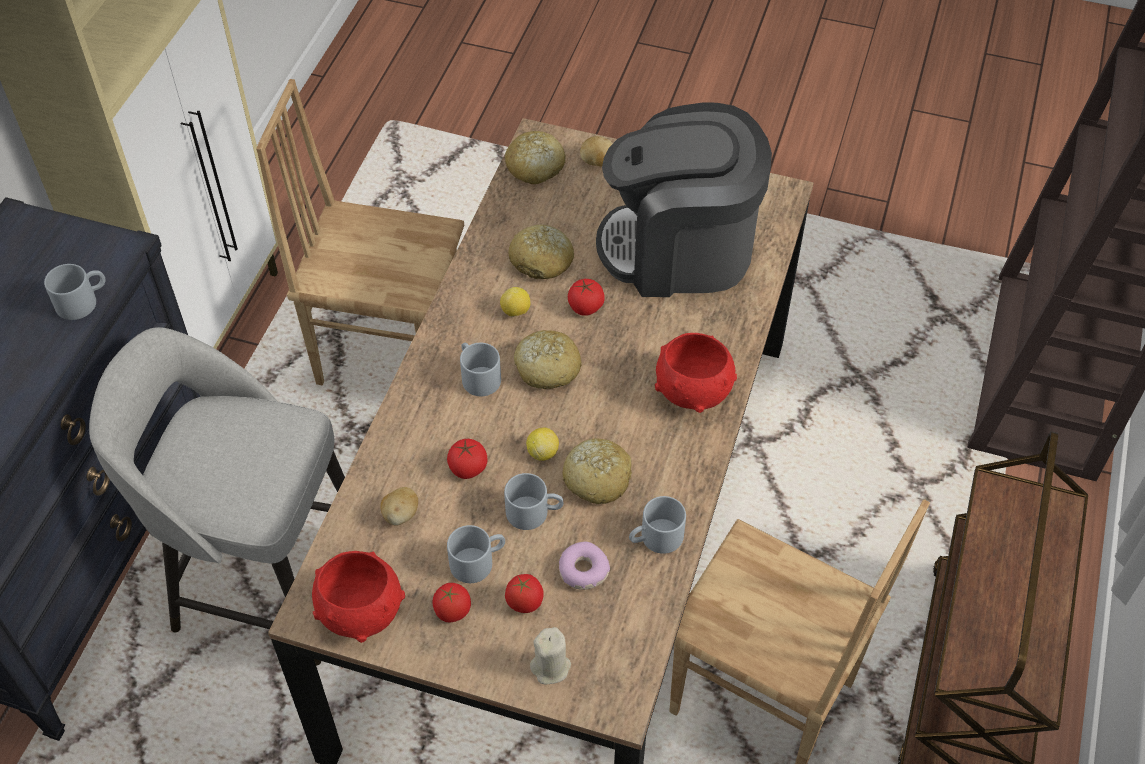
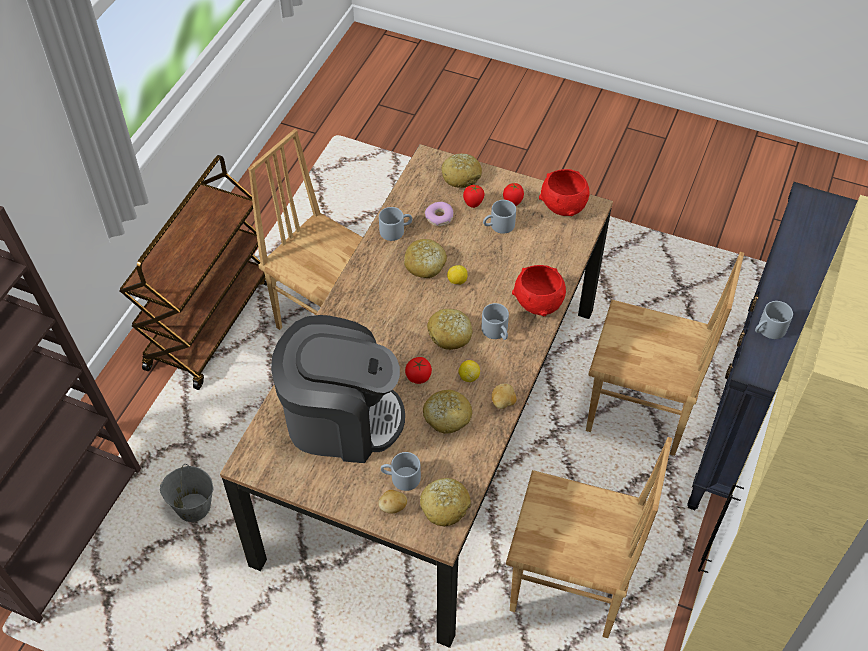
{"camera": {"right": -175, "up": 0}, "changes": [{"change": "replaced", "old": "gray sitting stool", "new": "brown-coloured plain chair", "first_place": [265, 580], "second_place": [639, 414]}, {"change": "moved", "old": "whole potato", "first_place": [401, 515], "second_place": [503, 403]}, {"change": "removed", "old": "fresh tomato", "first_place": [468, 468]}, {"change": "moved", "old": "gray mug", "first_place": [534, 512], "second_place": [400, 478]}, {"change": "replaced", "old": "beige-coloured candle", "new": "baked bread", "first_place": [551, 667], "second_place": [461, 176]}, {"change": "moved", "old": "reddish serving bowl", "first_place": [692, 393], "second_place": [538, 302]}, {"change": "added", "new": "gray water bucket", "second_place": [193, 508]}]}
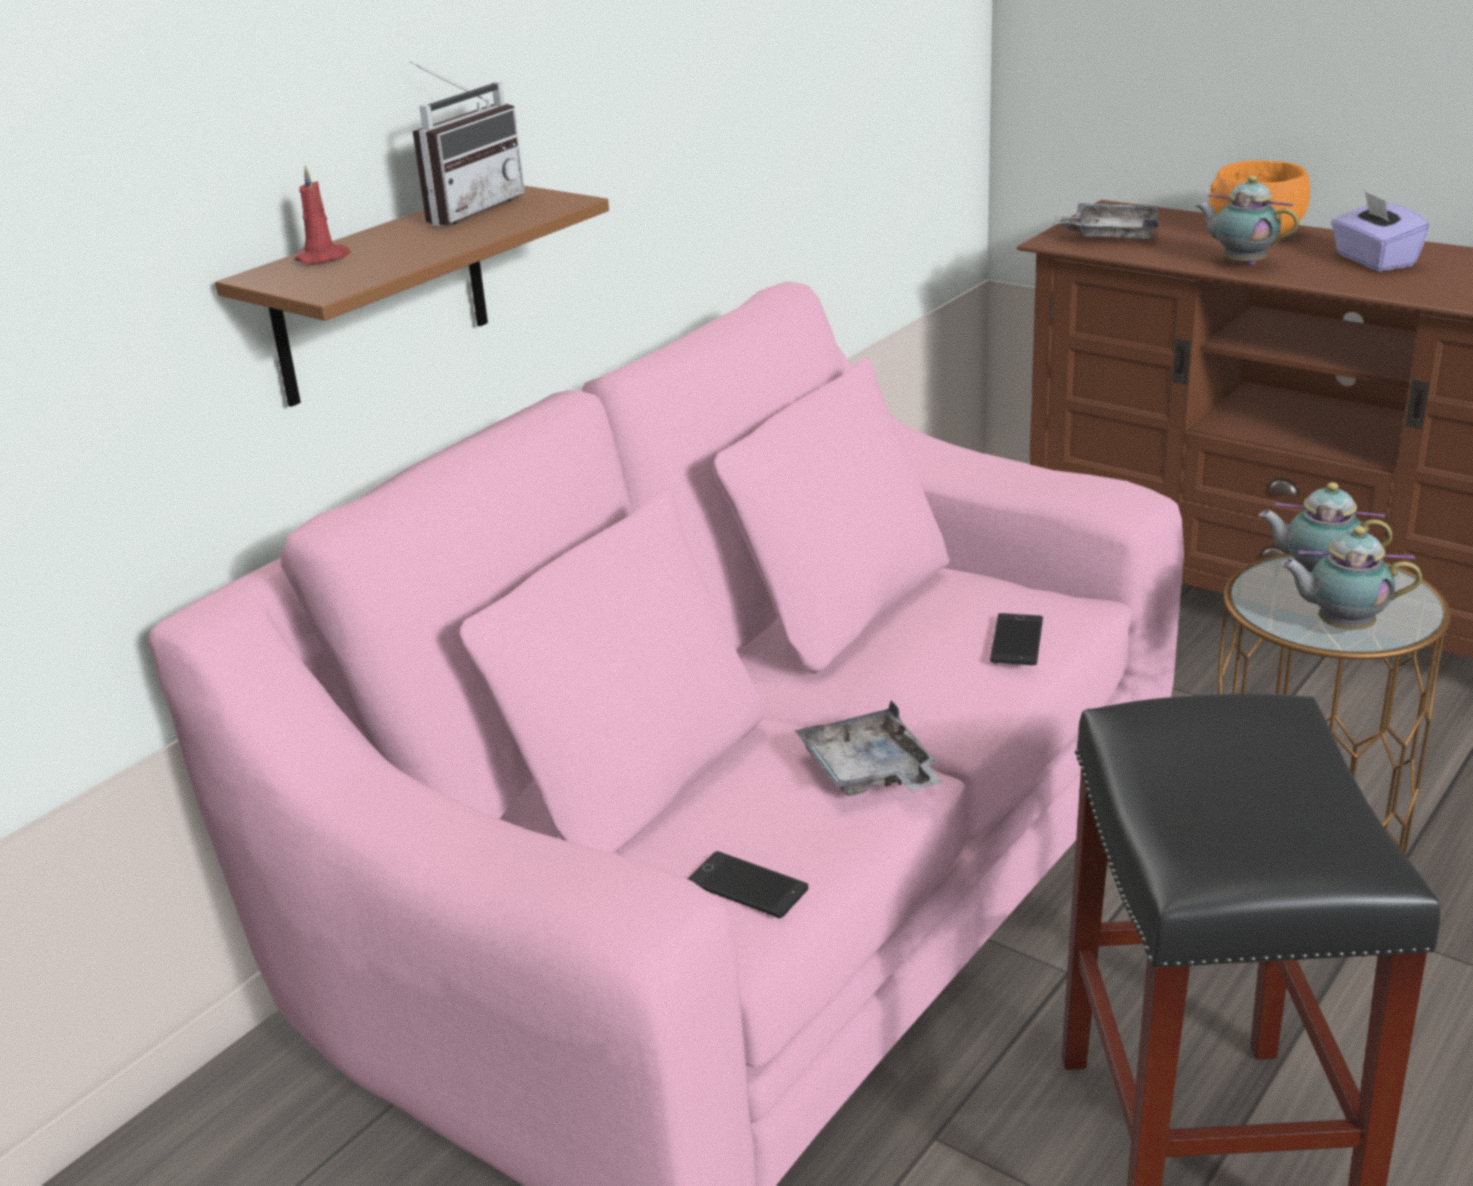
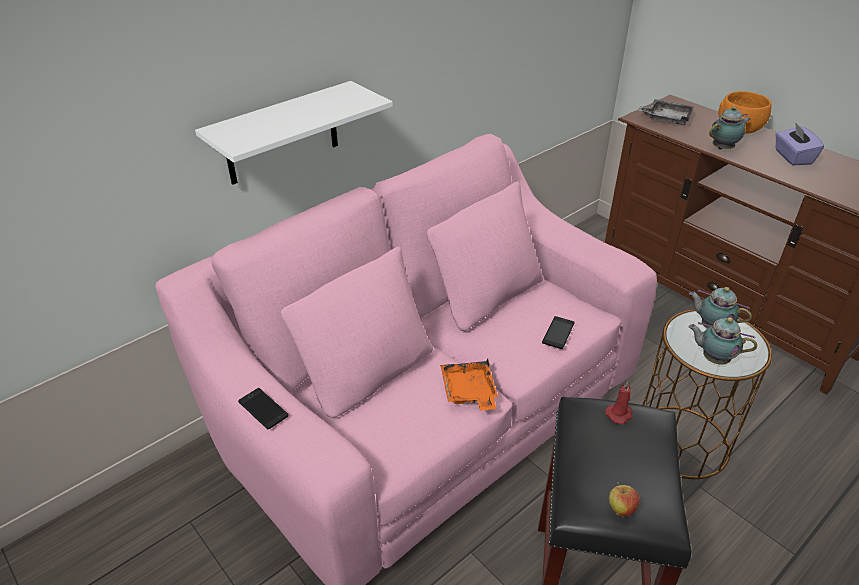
{"camera": {"right": 10, "up": 10}, "changes": [{"change": "recoloured", "old": "brown-coloured wall shelf", "new": "whitish wall shelf", "first_place": [381, 296], "second_place": [282, 134]}, {"change": "moved", "old": "reddish candle", "first_place": [324, 258], "second_place": [620, 414]}, {"change": "removed", "old": "radio set", "first_place": [466, 209]}, {"change": "moved", "old": "handset", "first_place": [747, 886], "second_place": [263, 409]}, {"change": "recoloured", "old": "gray serving tray", "new": "orange serving tray", "first_place": [869, 773], "second_place": [469, 392]}, {"change": "turned", "old": "teapot", "first_place": [1240, 263], "second_place": [724, 148], "degrees": 105}, {"change": "added", "new": "apple", "second_place": [620, 509]}]}
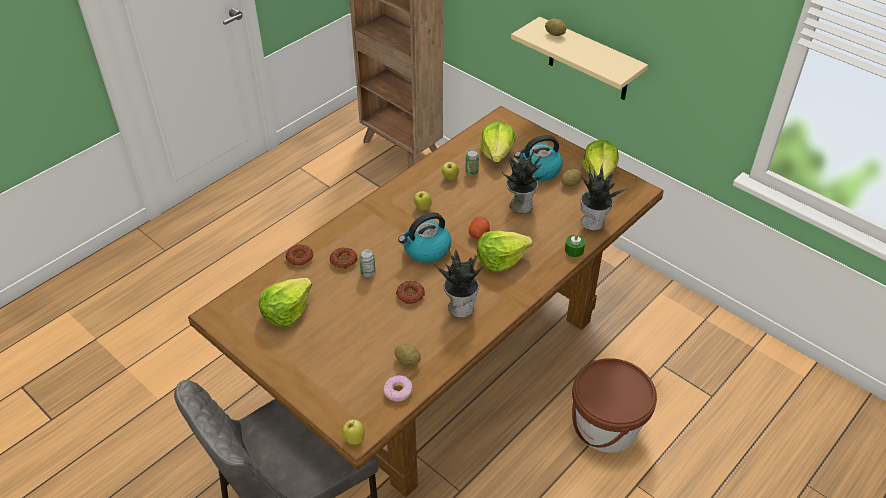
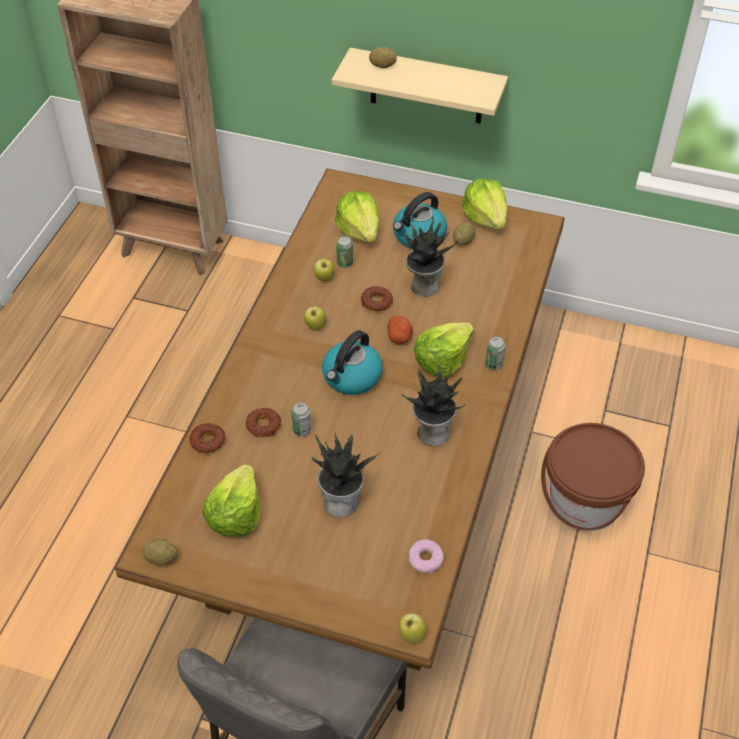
{"camera": {"right": -25, "up": 5}, "changes": [{"change": "moved", "old": "whole potato", "first_place": [407, 360], "second_place": [161, 558]}, {"change": "moved", "old": "donut", "first_place": [410, 295], "second_place": [376, 302]}, {"change": "removed", "old": "greenish candle", "first_place": [574, 250]}, {"change": "moved", "old": "potted plant", "first_place": [593, 222], "second_place": [341, 501]}, {"change": "added", "new": "metal can", "second_place": [493, 364]}]}
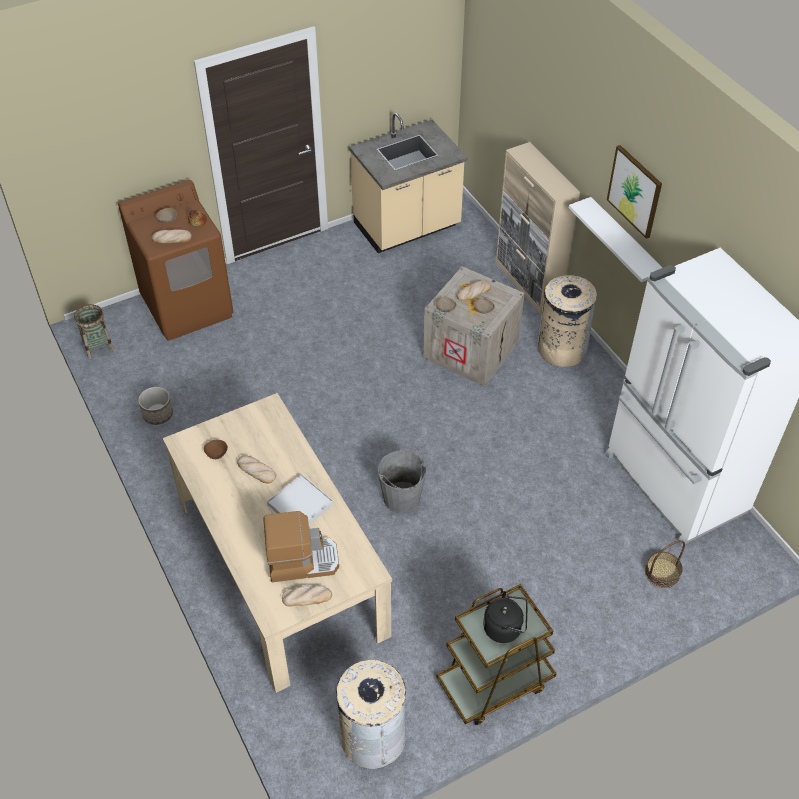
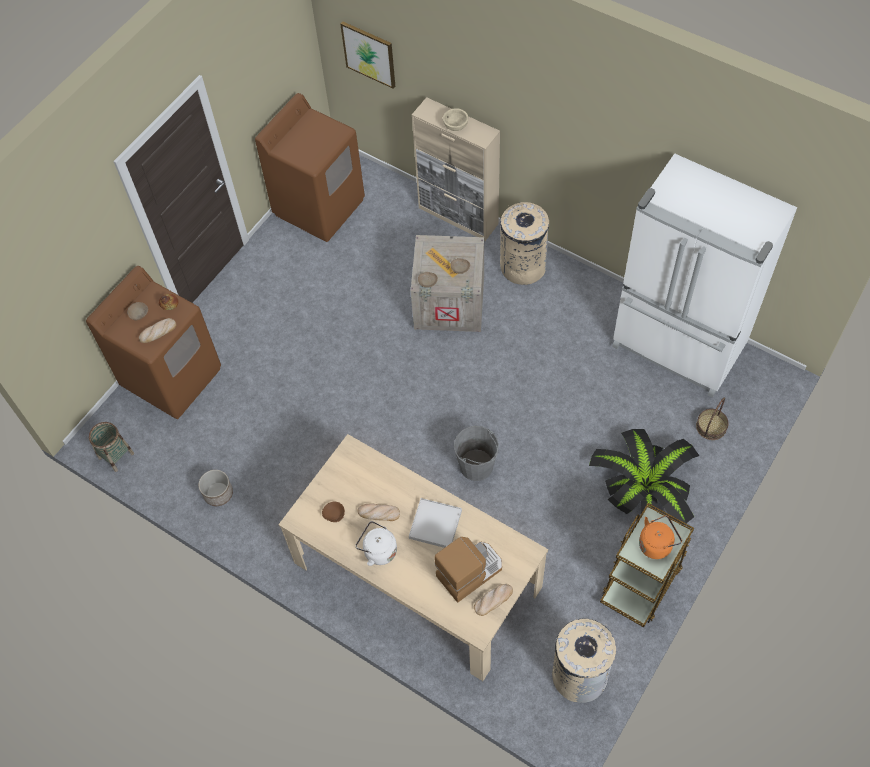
{"camera": {"right": -25, "up": 10}, "changes": [{"change": "replaced", "old": "beige-coloured kitchen base unit", "new": "brown-coloured washing machine", "first_place": [407, 227], "second_place": [319, 206]}, {"change": "removed", "old": "baked bread", "first_place": [473, 292]}, {"change": "recoloured", "old": "black-coloured tea kettle", "new": "orange tea kettle", "first_place": [505, 628], "second_place": [656, 544]}, {"change": "removed", "old": "whitish wall shelf", "first_place": [624, 243]}, {"change": "moved", "old": "wall art", "first_place": [635, 191], "second_place": [369, 54]}, {"change": "added", "new": "whitish tea kettle", "second_place": [378, 551]}, {"change": "added", "new": "beige-coloured serving bowl", "second_place": [455, 125]}, {"change": "added", "new": "potted plant", "second_place": [645, 483]}]}
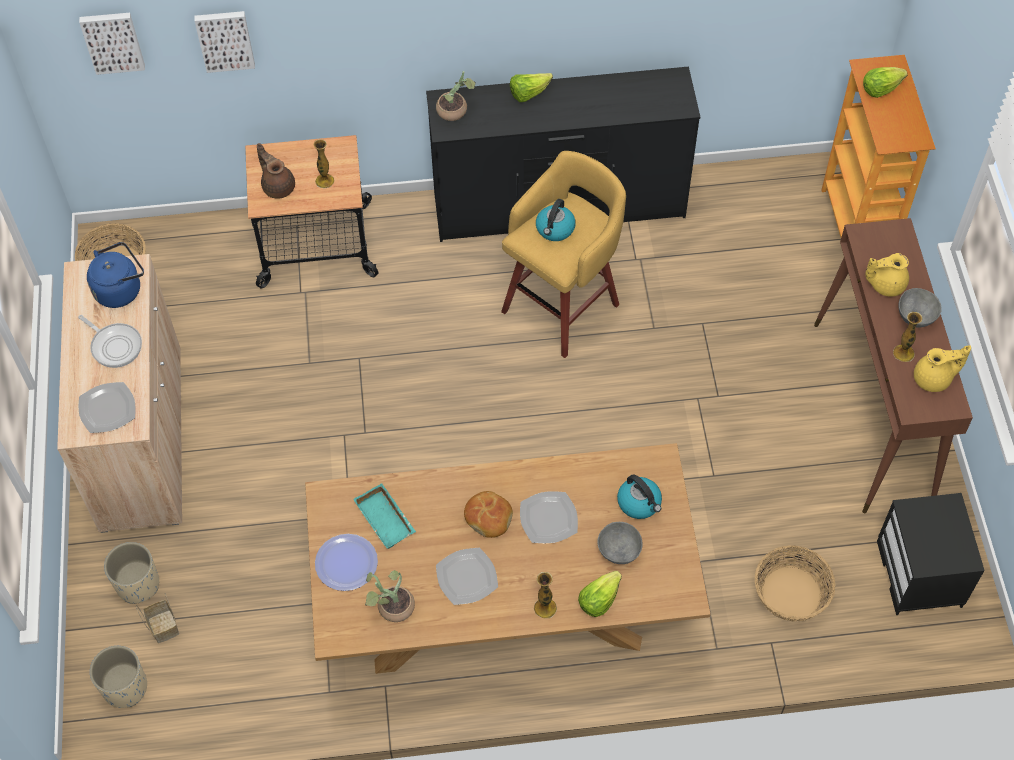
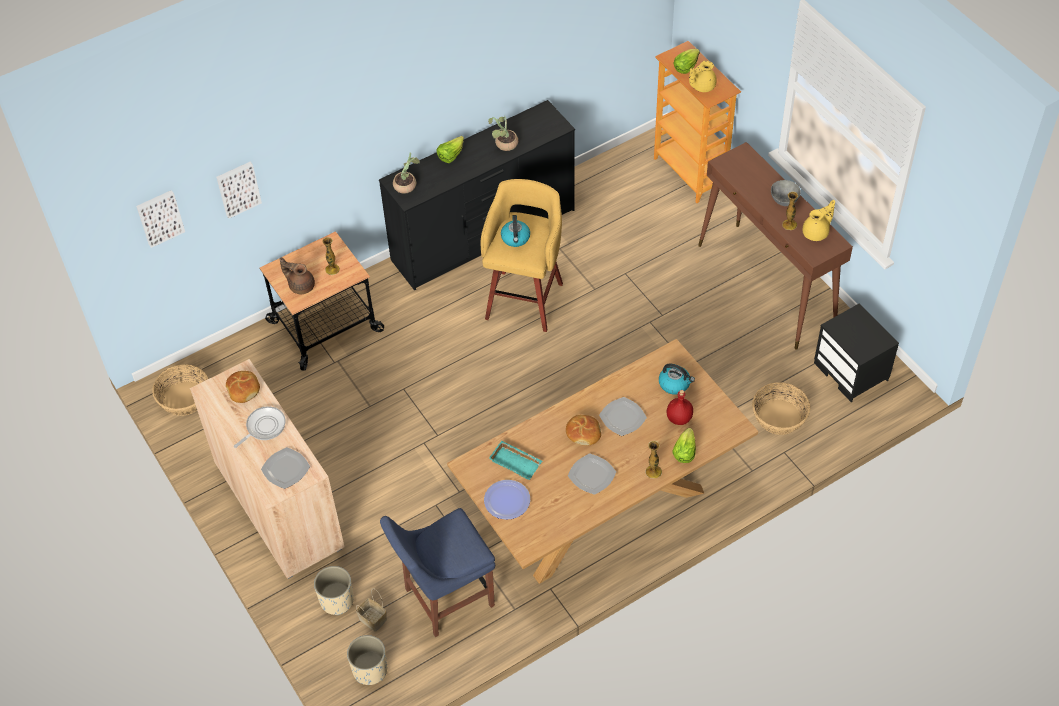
{"camera": {"right": -25, "up": -5}, "changes": [{"change": "turned", "old": "skillet", "first_place": [115, 346], "second_place": [264, 427], "degrees": -60}, {"change": "replaced", "old": "blue-coloured tea kettle", "new": "baked bread", "first_place": [120, 289], "second_place": [244, 389]}, {"change": "moved", "old": "potted plant", "first_place": [391, 607], "second_place": [504, 145]}, {"change": "replaced", "old": "gray serving bowl", "new": "reddish drink bottle", "first_place": [619, 552], "second_place": [679, 418]}, {"change": "moved", "old": "yellow-coloured teapot", "first_place": [885, 284], "second_place": [701, 86]}, {"change": "added", "new": "blue-coloured plain chair", "second_place": [445, 599]}]}
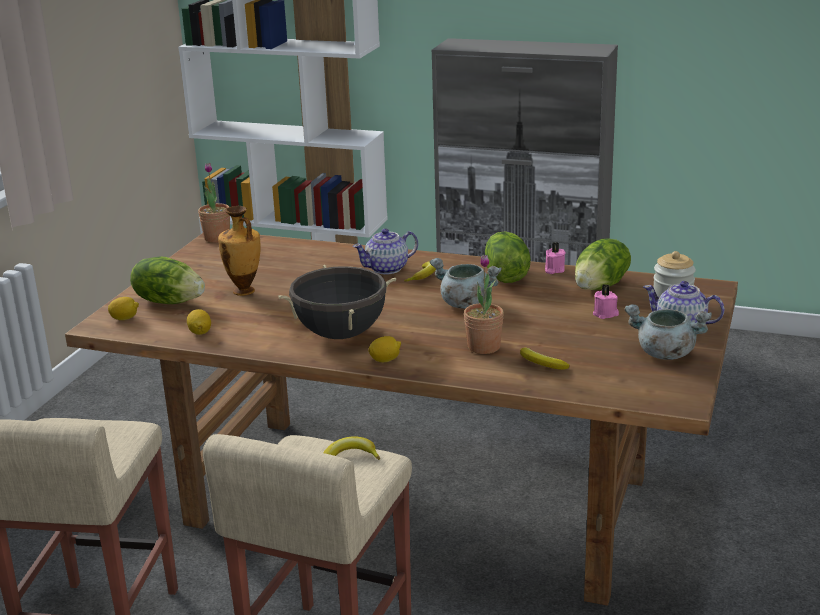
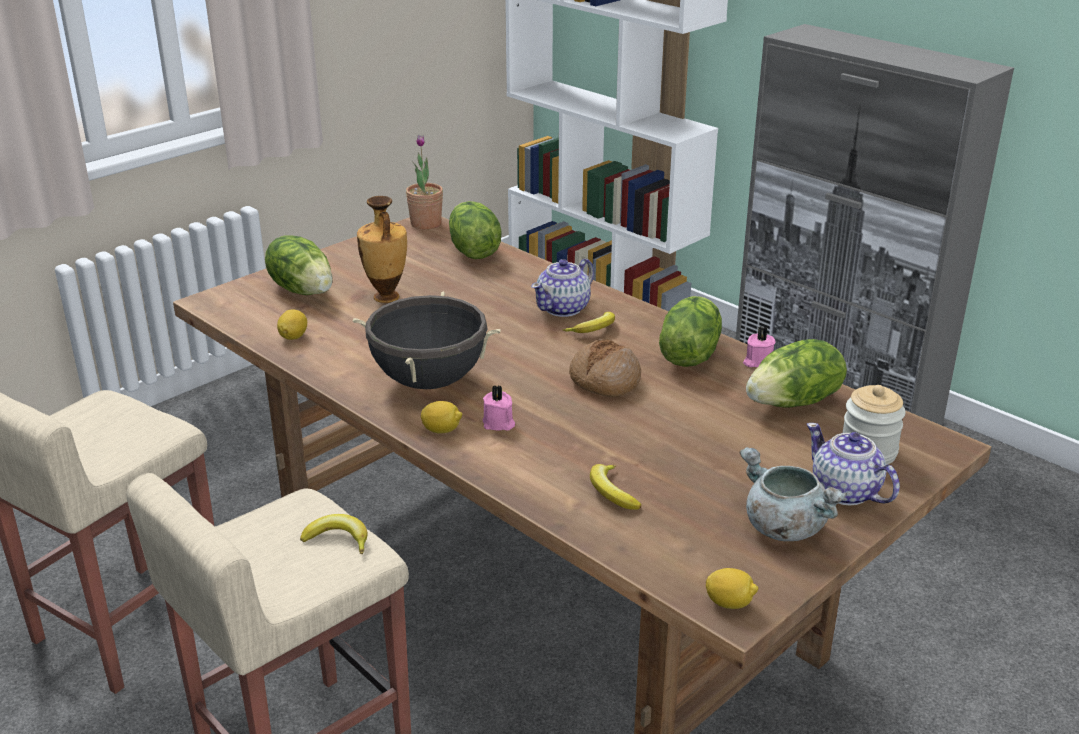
{"camera": {"right": 25, "up": 5}, "changes": [{"change": "moved", "old": "whole lemon", "first_place": [125, 318], "second_place": [729, 603]}, {"change": "turned", "old": "teapot", "first_place": [387, 268], "second_place": [564, 308], "degrees": -45}, {"change": "replaced", "old": "gray stockpot", "new": "baked bread", "first_place": [464, 304], "second_place": [604, 380]}, {"change": "removed", "old": "potted plant", "first_place": [484, 347]}, {"change": "moved", "old": "pinkish candle", "first_place": [606, 314], "second_place": [498, 424]}, {"change": "added", "new": "head of lettuce", "second_place": [472, 251]}]}
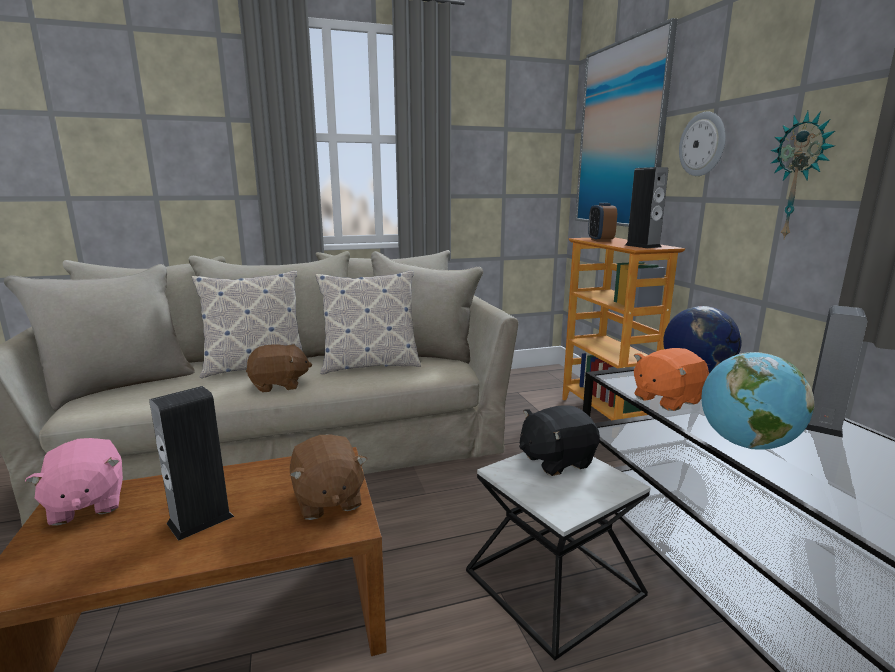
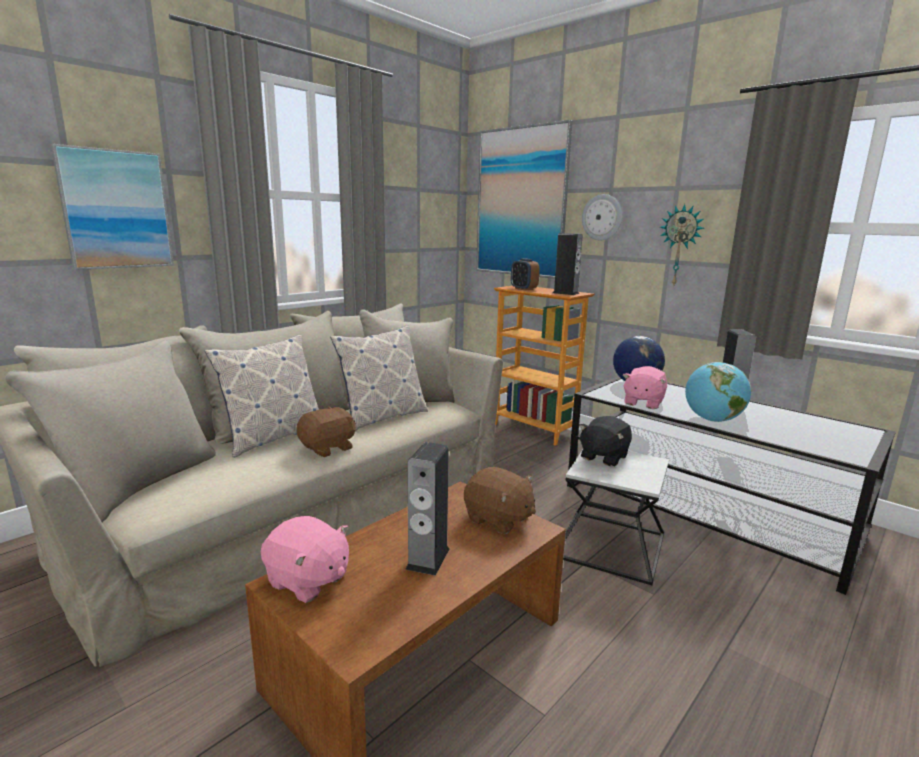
{"camera": {"right": -30, "up": 0}, "changes": [{"change": "recoloured", "old": "orange plush toy", "new": "pinkish plush toy", "first_place": [666, 399], "second_place": [642, 403]}, {"change": "added", "new": "wall art", "second_place": [116, 210]}]}
